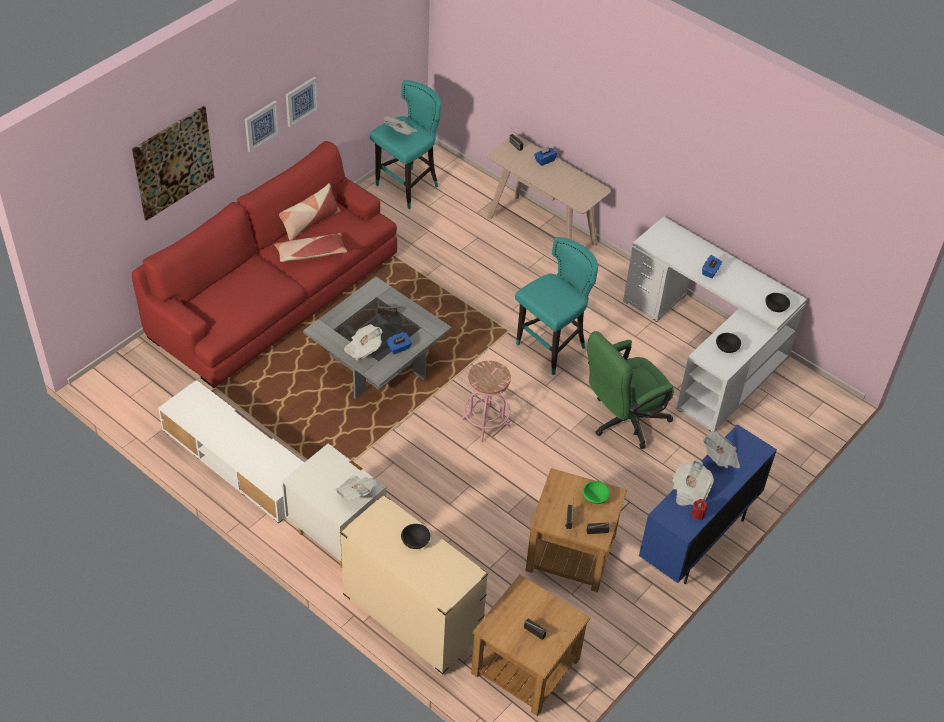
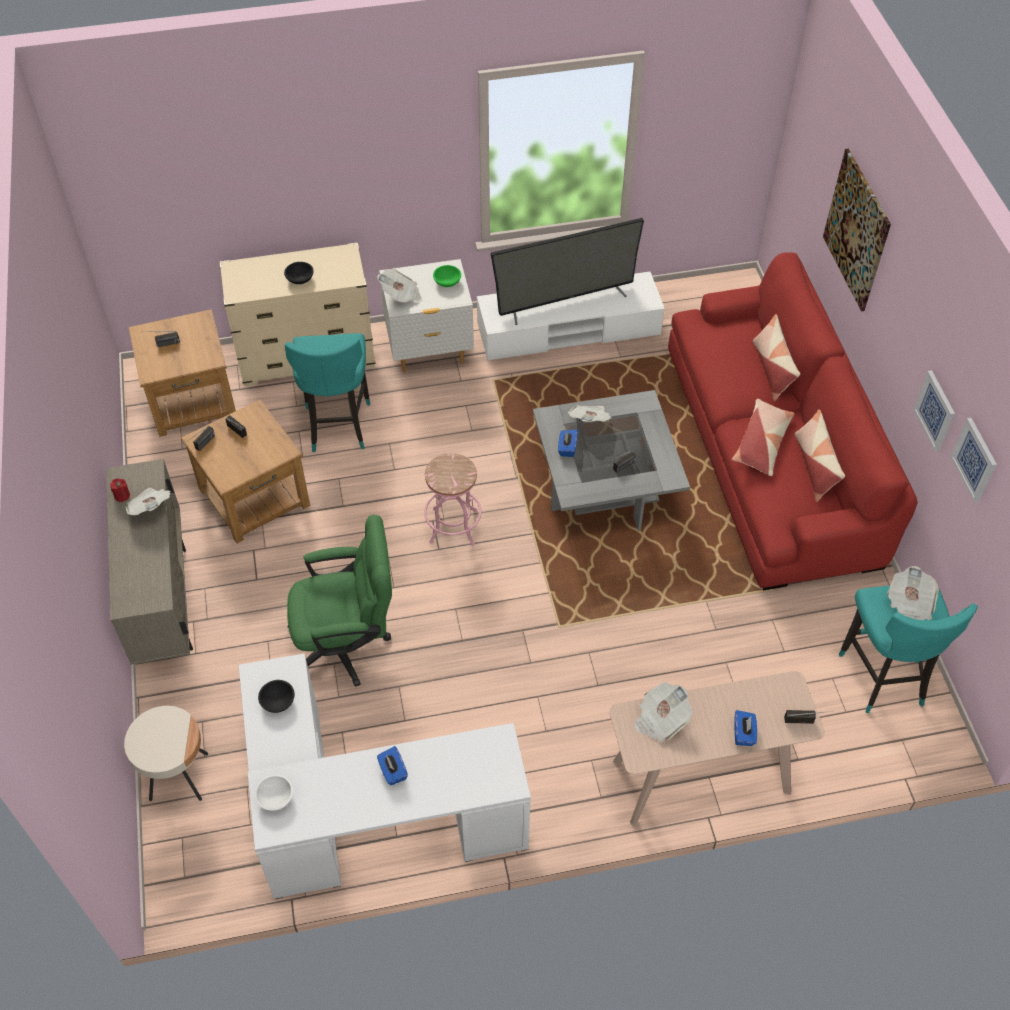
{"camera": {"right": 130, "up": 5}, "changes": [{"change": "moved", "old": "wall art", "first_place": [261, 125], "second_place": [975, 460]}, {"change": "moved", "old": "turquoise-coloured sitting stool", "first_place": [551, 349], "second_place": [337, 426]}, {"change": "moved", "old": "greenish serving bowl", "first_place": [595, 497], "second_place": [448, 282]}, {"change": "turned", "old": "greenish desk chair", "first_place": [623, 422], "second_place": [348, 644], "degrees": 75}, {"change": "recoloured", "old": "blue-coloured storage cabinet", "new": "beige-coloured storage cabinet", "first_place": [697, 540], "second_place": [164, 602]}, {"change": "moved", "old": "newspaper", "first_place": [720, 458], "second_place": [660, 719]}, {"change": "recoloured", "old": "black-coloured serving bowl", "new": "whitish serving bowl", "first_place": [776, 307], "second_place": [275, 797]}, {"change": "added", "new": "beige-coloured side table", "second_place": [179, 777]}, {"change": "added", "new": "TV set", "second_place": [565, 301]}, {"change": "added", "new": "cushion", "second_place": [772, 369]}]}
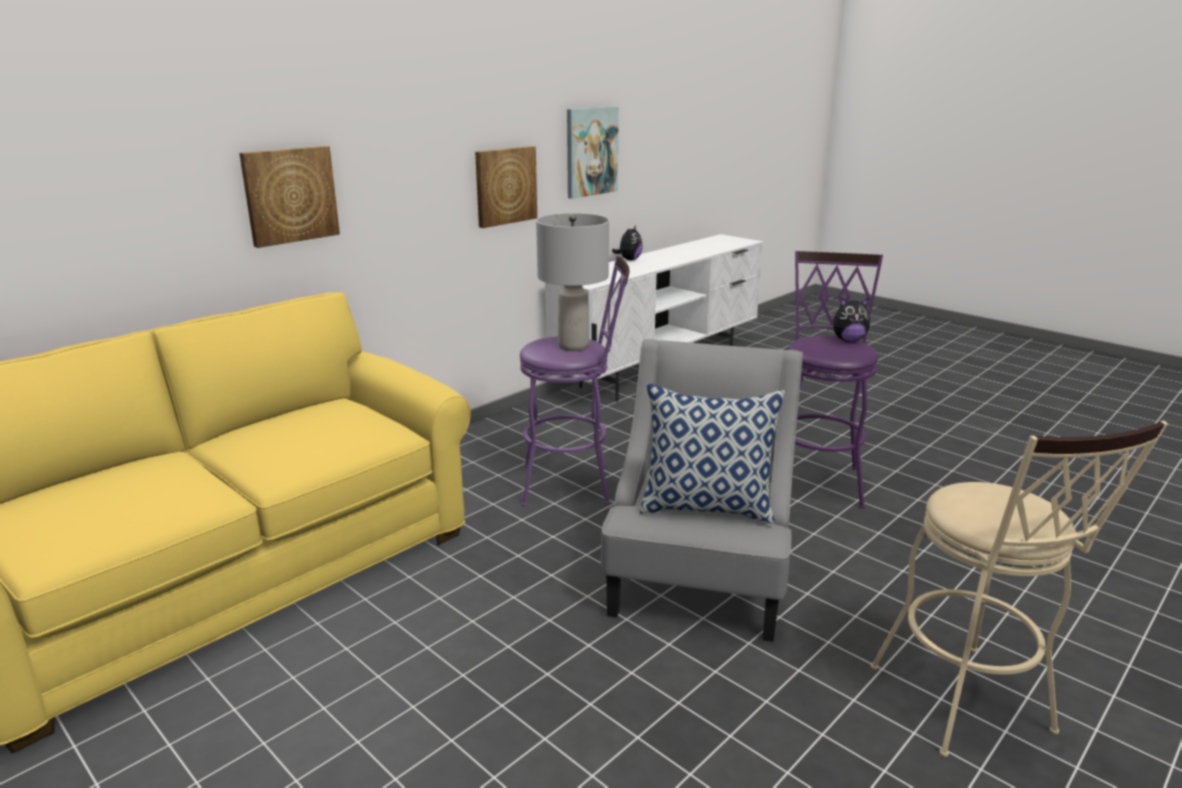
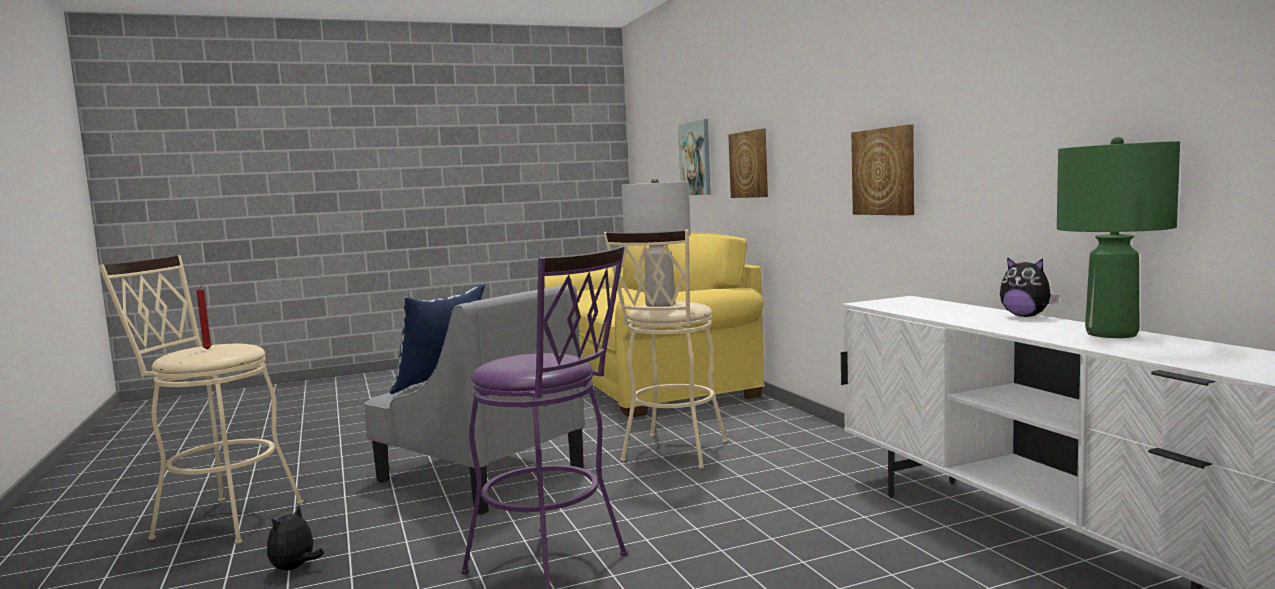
{"camera": {"right": 115, "up": -15}, "changes": [{"change": "recoloured", "old": "purplish sitting stool", "new": "beige-coloured sitting stool", "first_place": [575, 484], "second_place": [671, 454]}, {"change": "moved", "old": "wall art", "first_place": [591, 151], "second_place": [696, 158]}, {"change": "moved", "old": "plush toy", "first_place": [848, 340], "second_place": [295, 568]}, {"change": "added", "new": "reddish candle", "second_place": [209, 349]}, {"change": "added", "new": "greenish tabletop lamp", "second_place": [1112, 334]}]}
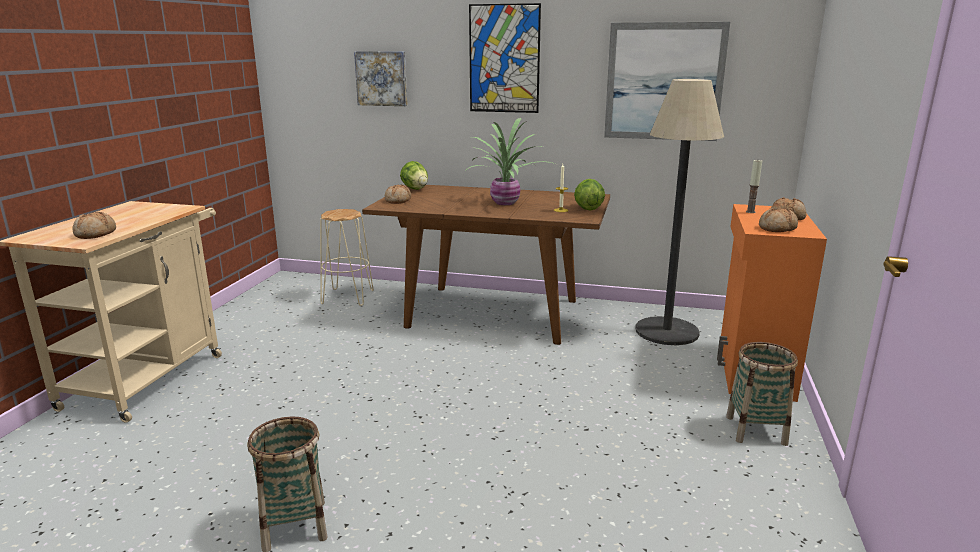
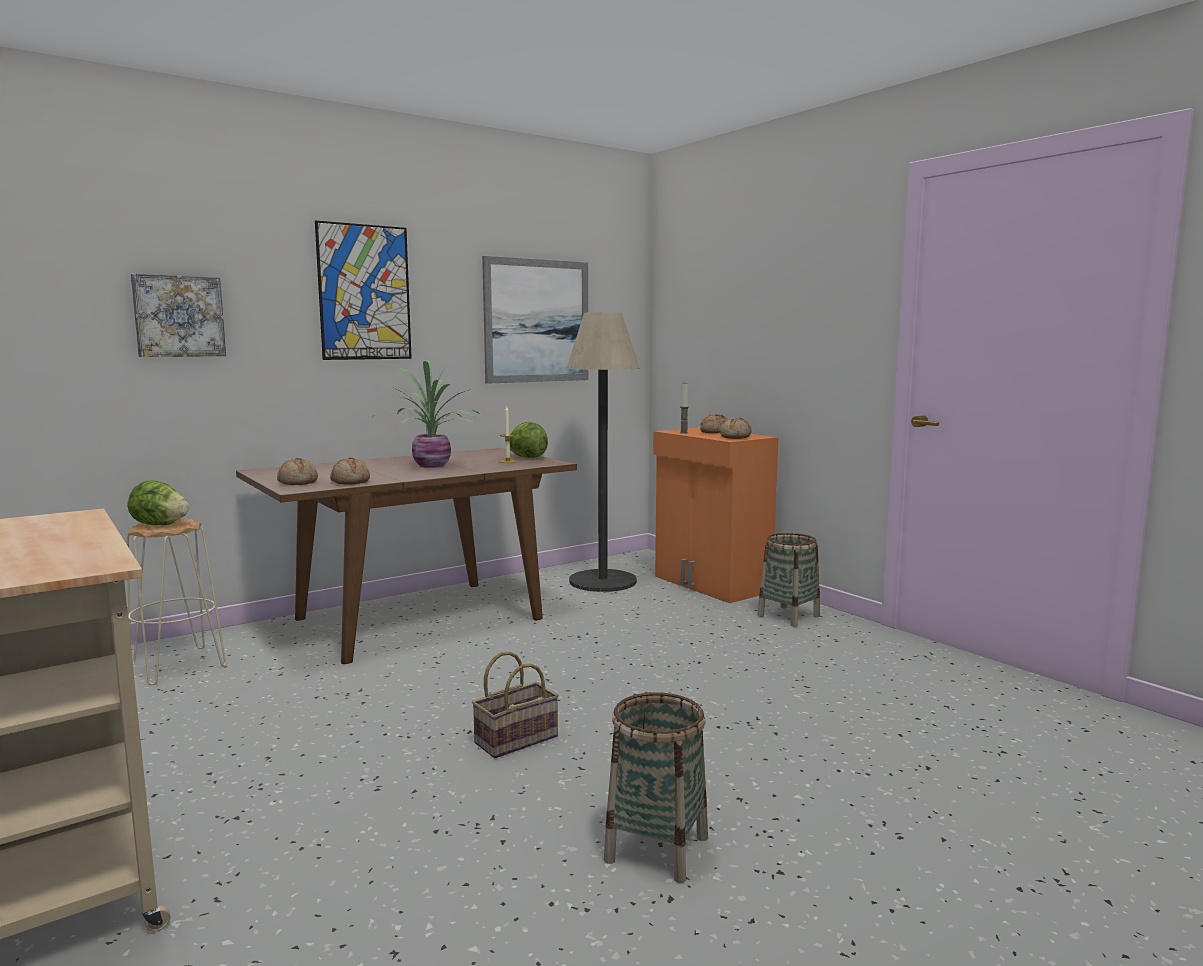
{"camera": {"right": -50, "up": -10}, "changes": [{"change": "moved", "old": "baked bread", "first_place": [96, 234], "second_place": [350, 481]}, {"change": "moved", "old": "head of lettuce", "first_place": [415, 189], "second_place": [159, 525]}, {"change": "added", "new": "household basket", "second_place": [517, 738]}]}
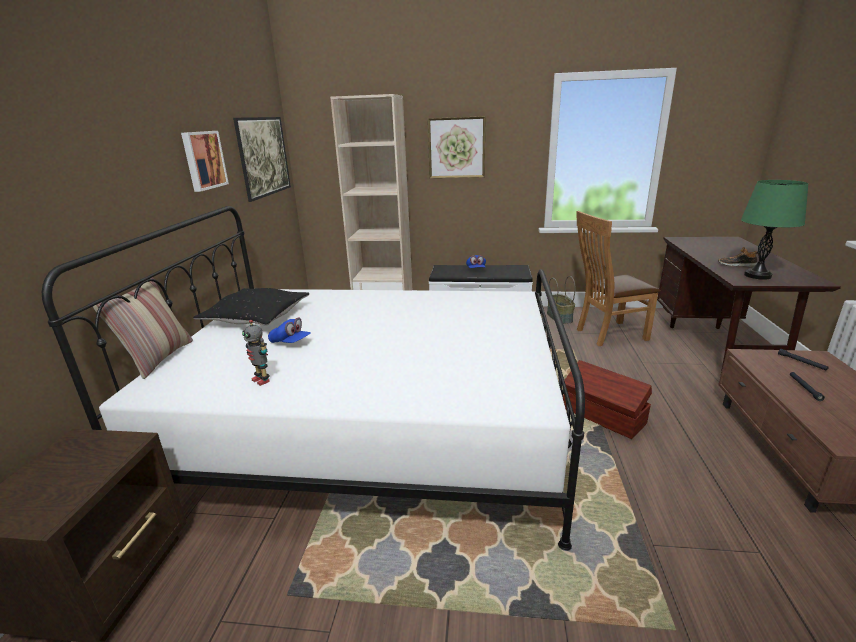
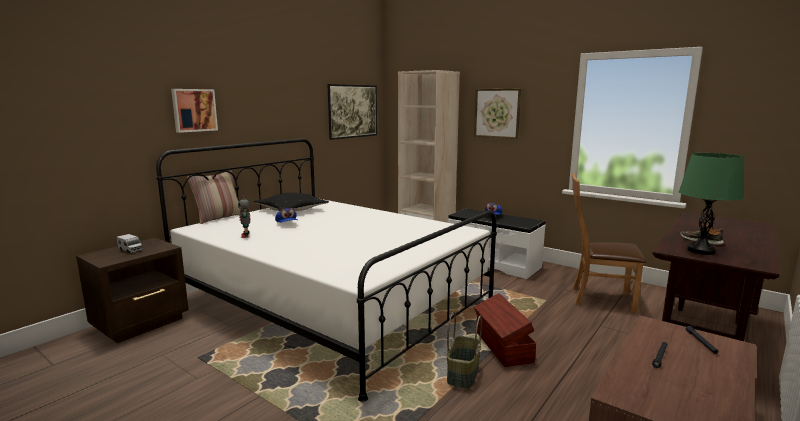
{"camera": {"right": 30, "up": -10}, "changes": [{"change": "moved", "old": "wall art", "first_place": [203, 160], "second_place": [194, 110]}, {"change": "moved", "old": "household basket", "first_place": [560, 317], "second_place": [463, 374]}, {"change": "added", "new": "model truck", "second_place": [130, 250]}]}
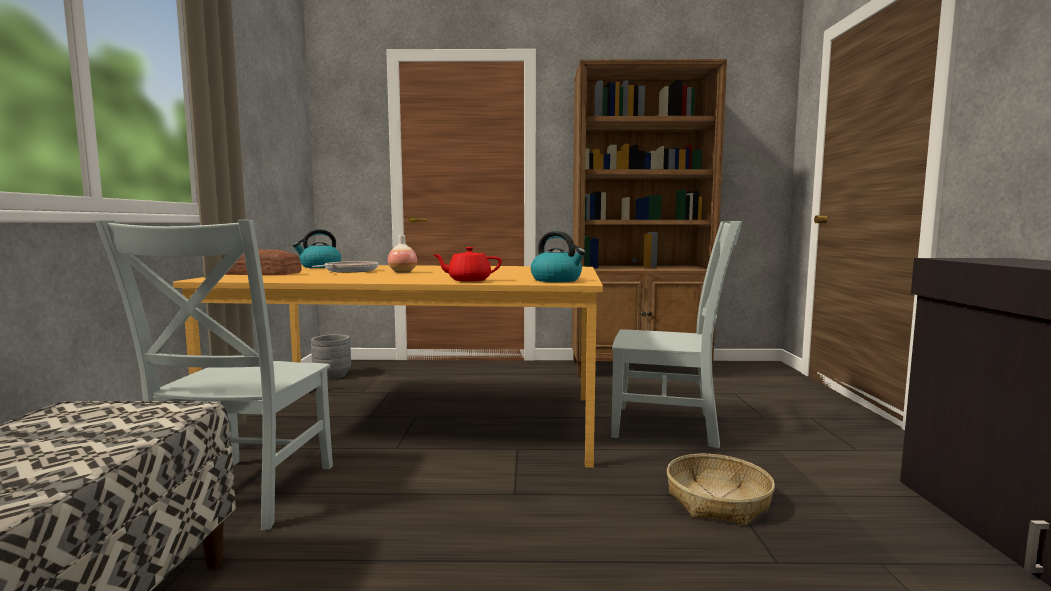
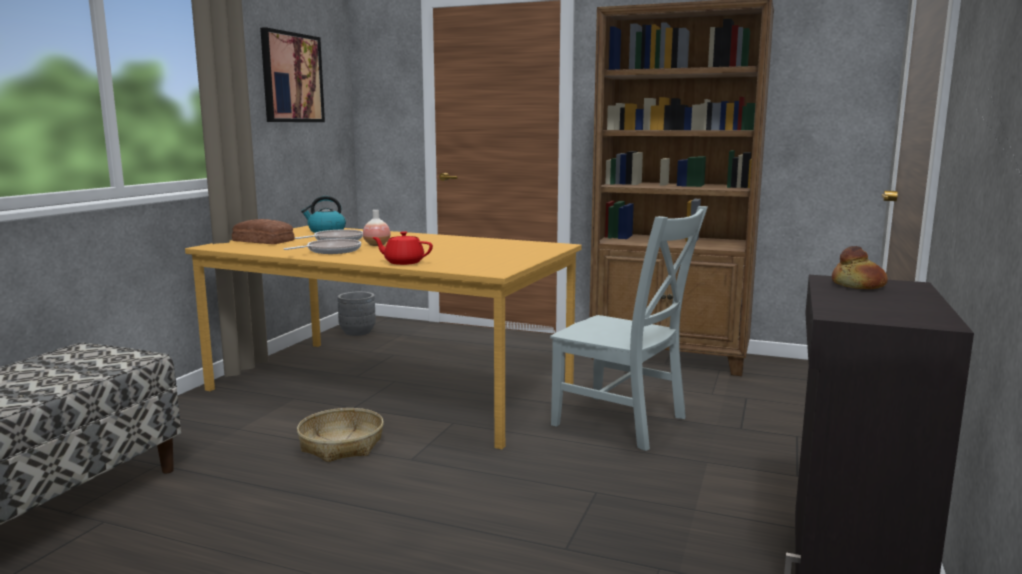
{"camera": {"right": 20, "up": 5}, "changes": [{"change": "removed", "old": "gray plain chair", "first_place": [242, 495]}, {"change": "removed", "old": "tea kettle", "first_place": [557, 280]}, {"change": "moved", "old": "household basket", "first_place": [718, 501], "second_place": [341, 445]}, {"change": "added", "new": "wall art", "second_place": [292, 78]}, {"change": "added", "new": "skillet", "second_place": [331, 251]}, {"change": "added", "new": "baked bread", "second_place": [858, 285]}]}
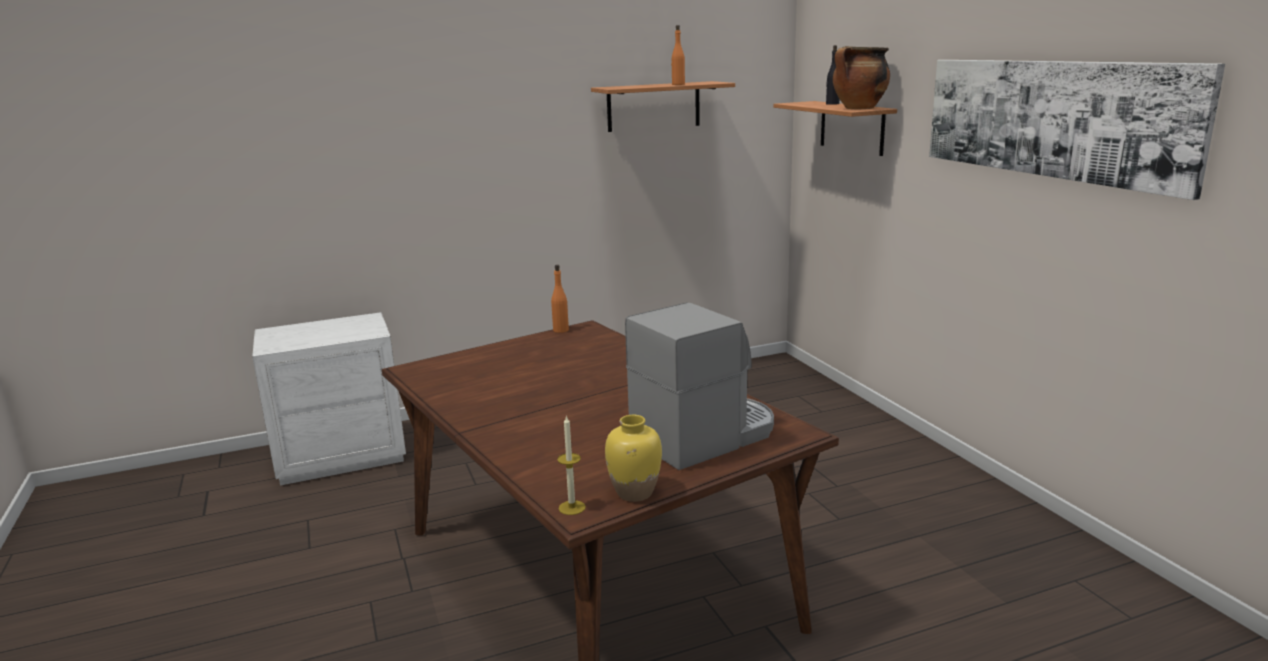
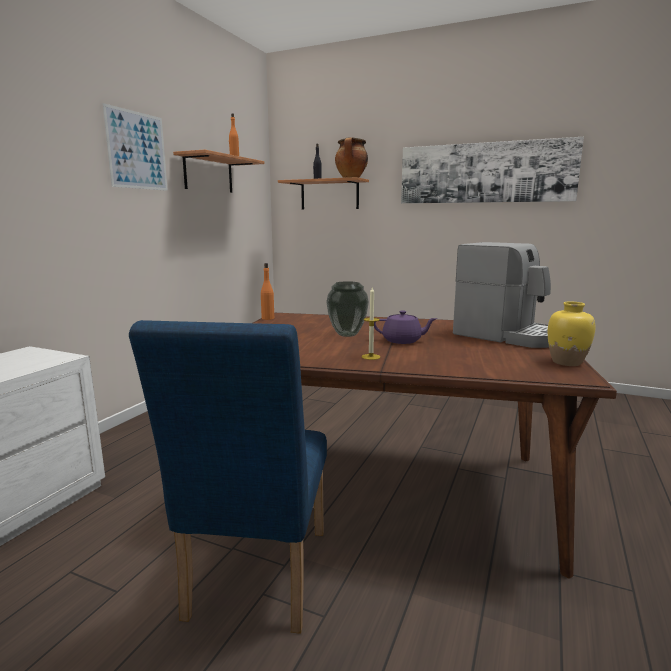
{"camera": {"right": -45, "up": -5}, "changes": [{"change": "moved", "old": "candle", "first_place": [572, 507], "second_place": [370, 357]}, {"change": "turned", "old": "coffee maker", "first_place": [705, 436], "second_place": [507, 336], "degrees": 120}, {"change": "added", "new": "wall art", "second_place": [137, 150]}, {"change": "added", "new": "blue-coloured plain chair", "second_place": [254, 581]}, {"change": "added", "new": "decorative vase", "second_place": [347, 335]}, {"change": "added", "new": "purplish teapot", "second_place": [402, 341]}]}
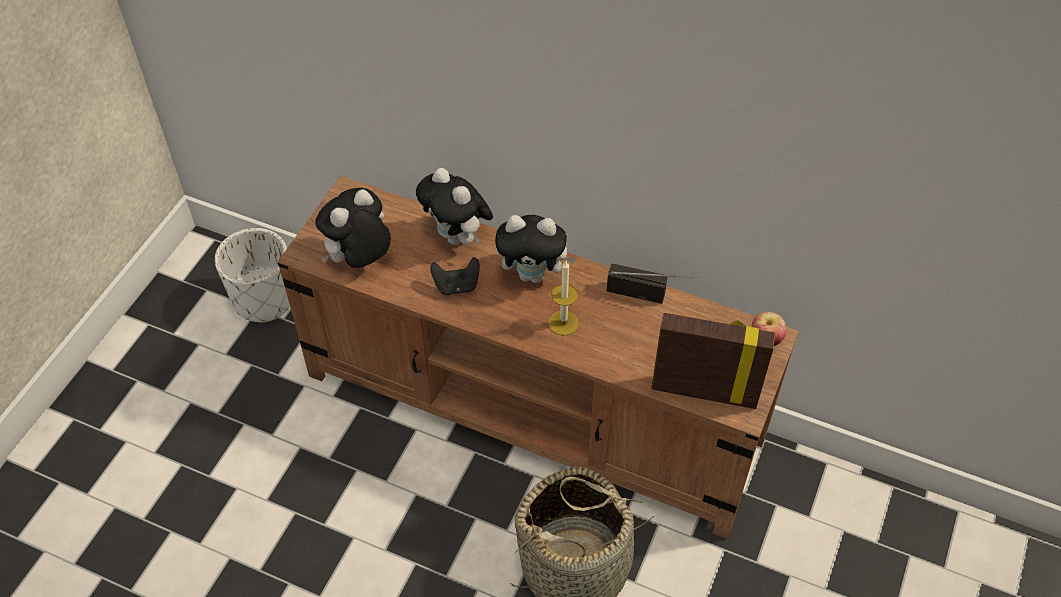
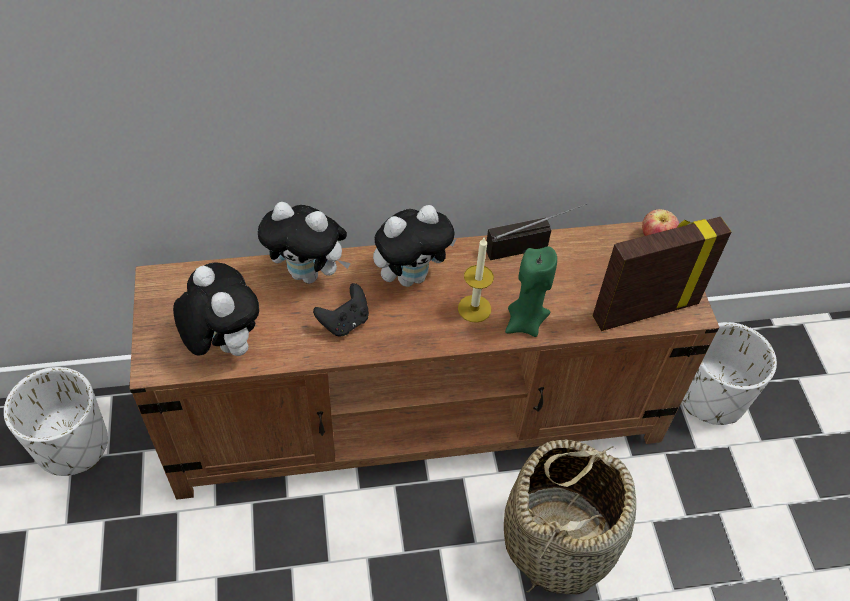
{"camera": {"right": -35, "up": 0}, "changes": [{"change": "turned", "old": "plush toy", "first_place": [359, 260], "second_place": [223, 344], "degrees": 135}, {"change": "added", "new": "greenish candle", "second_place": [525, 323]}, {"change": "added", "new": "whitish plant pot", "second_place": [712, 398]}]}
